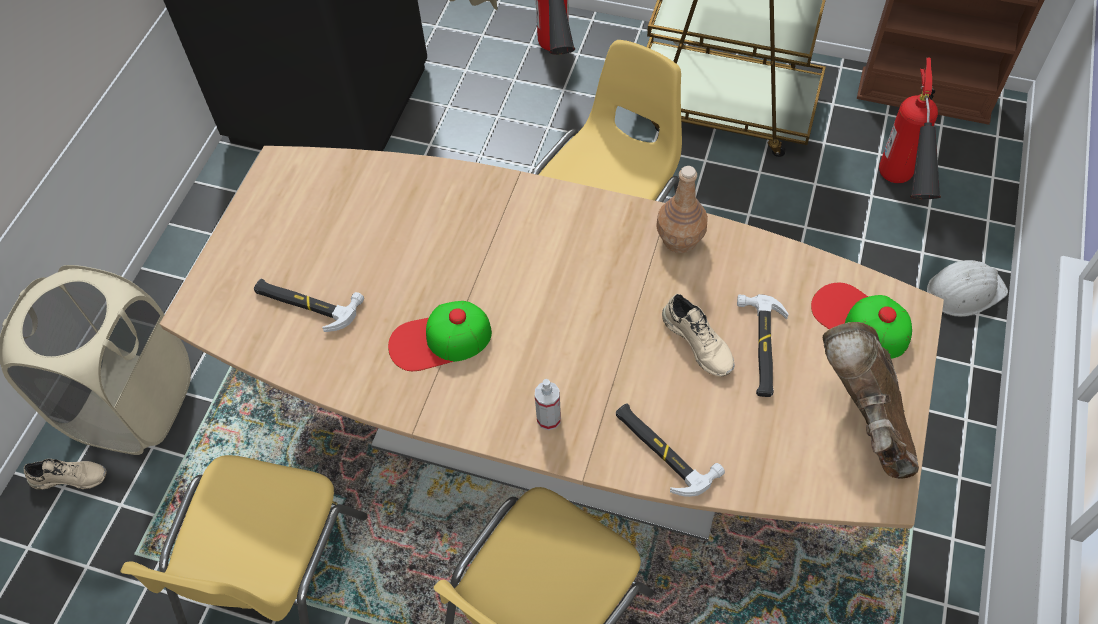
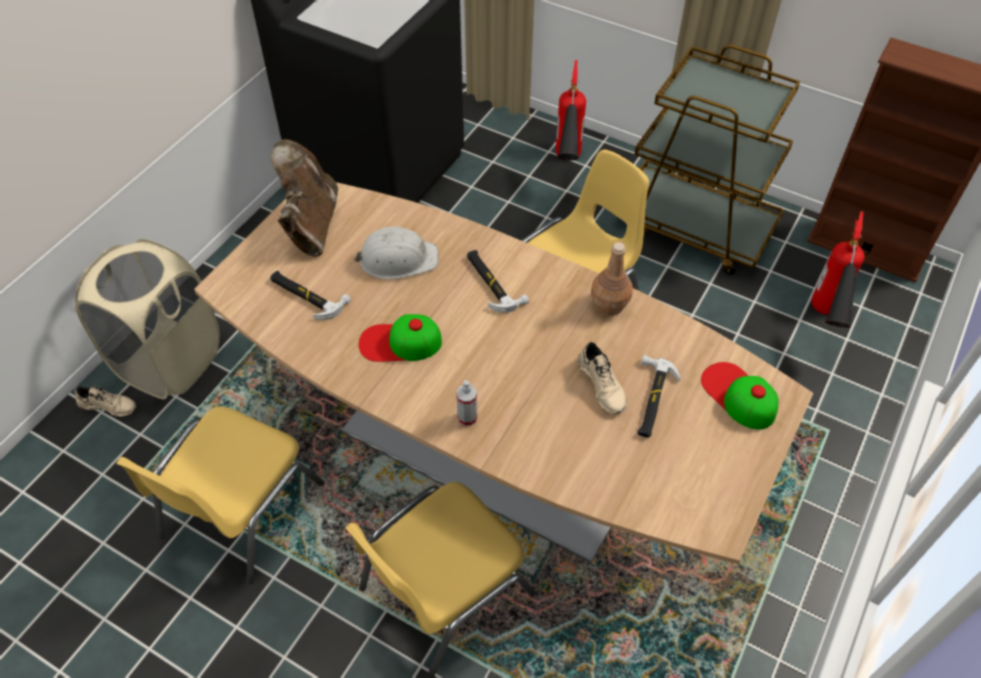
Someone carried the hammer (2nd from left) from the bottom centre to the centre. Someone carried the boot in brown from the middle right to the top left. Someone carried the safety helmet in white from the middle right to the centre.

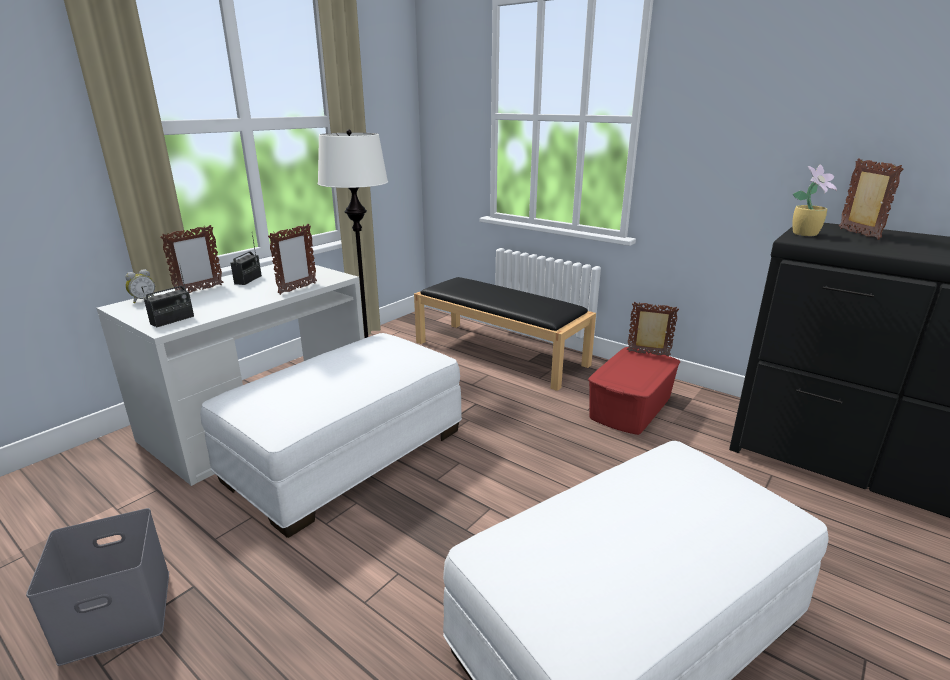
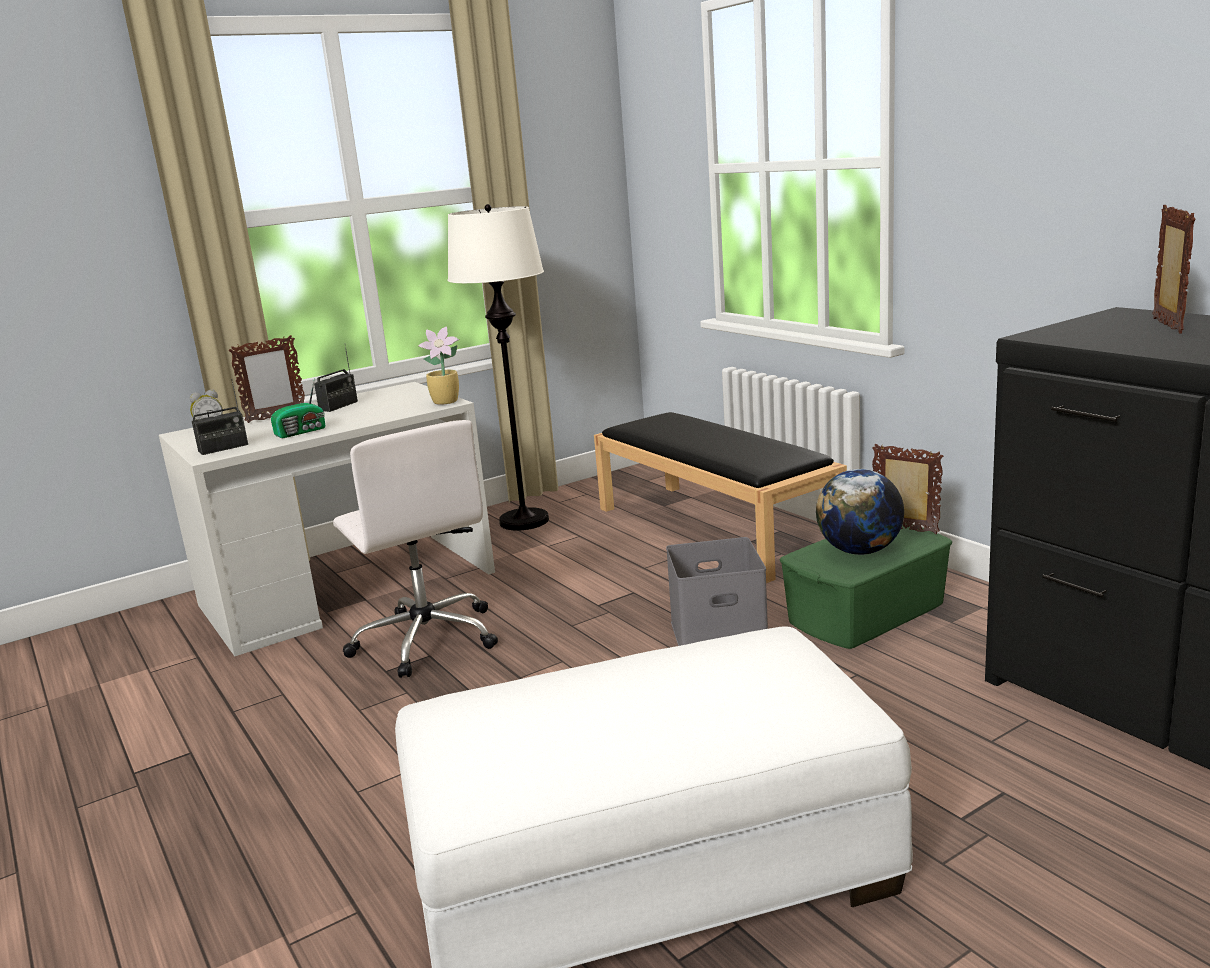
Someone carried the storage bin in greyish from the bottom left to the centre. Someone swapped the footrest in white (1st from left) at the centre for the desk chair in white at the centre. Someone took away the picture frame (2nd from left) at the middle left. Someone repainted the storage bin in red at the middle right, which became the storage bin in green at the middle right. Someone carried the plant in a pot from the top right to the centre. Someone put down the radio set (2nd from left) at the middle left. Someone put down the world globe at the middle right.

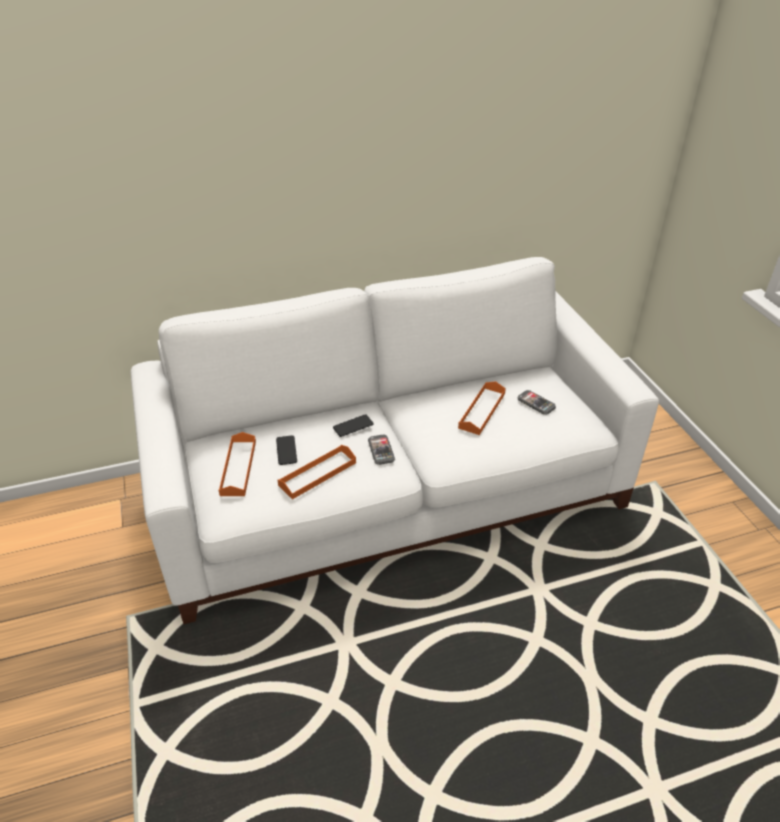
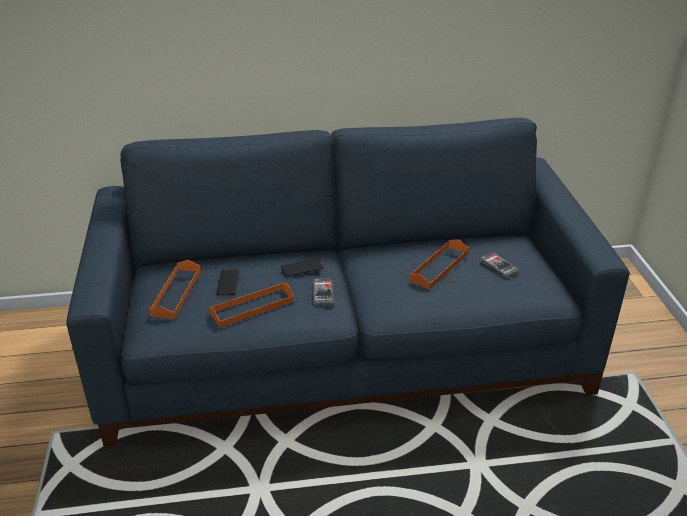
Someone repainted the settee in white at the centre, which became the settee in blue-coloured at the centre.

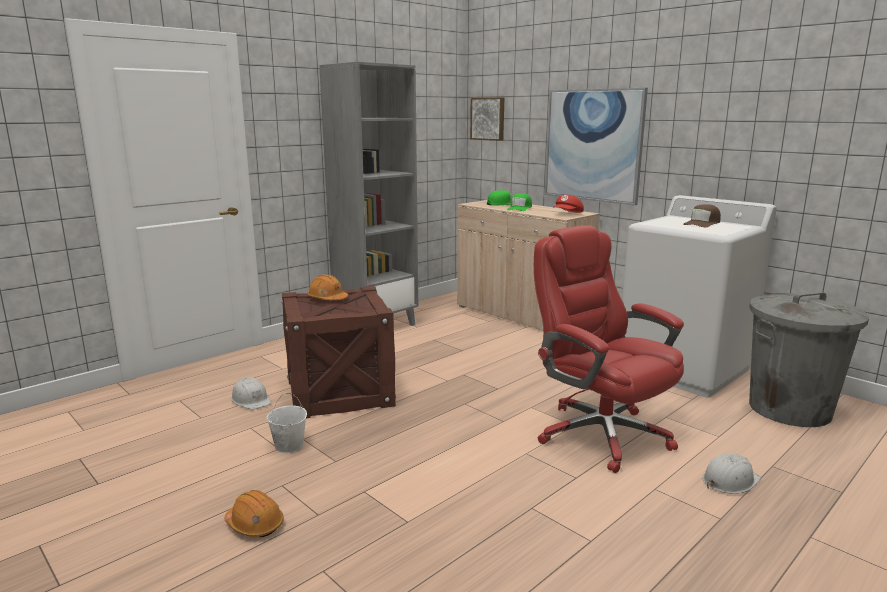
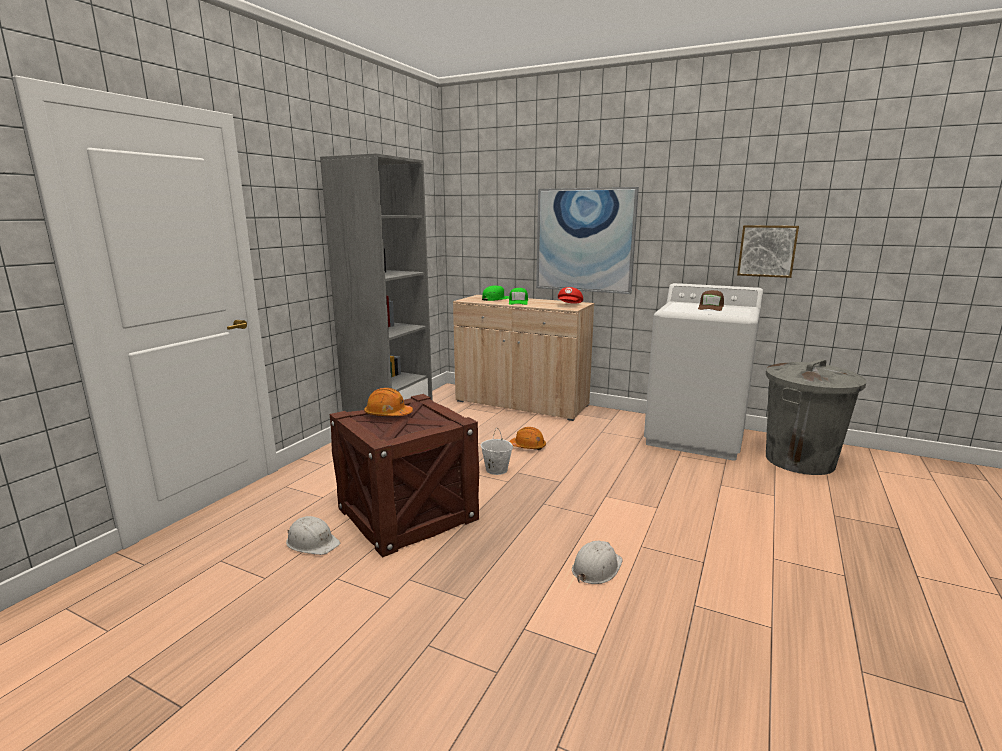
Someone carried the safety helmet in orange-coloured (1st from left in the first image) from the bottom left to the centre. Someone carried the water bucket in white from the bottom left to the centre. Someone carried the wall art (1st from left in the first image) from the top centre to the middle right. Someone took away the desk chair in red at the middle right. Someone carried the safety helmet in white (2nd from left) from the bottom right to the bottom centre.

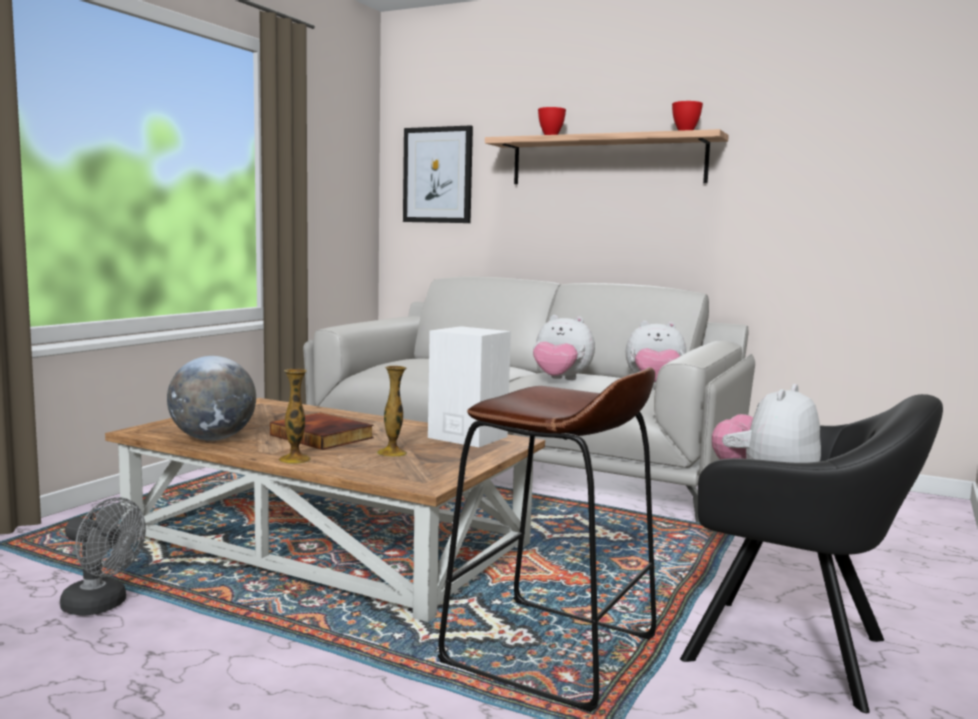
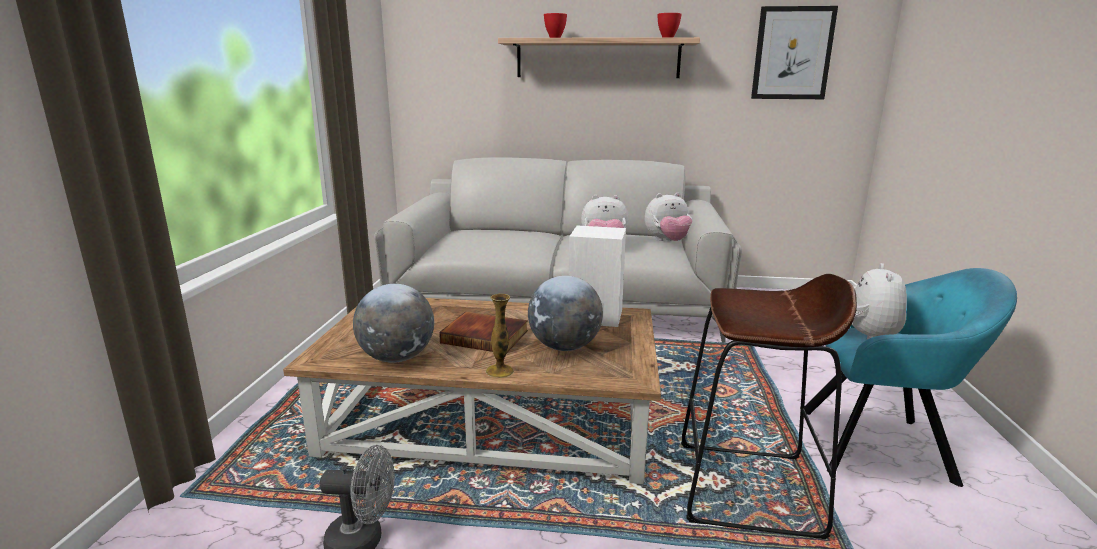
Someone swapped the flower vase (2nd from left) at the centre for the world globe (2nd from left) at the centre. Someone carried the wall art from the top centre to the top right. Someone repainted the easy chair in black-coloured at the bottom right, which became the easy chair in turquoise at the bottom right.

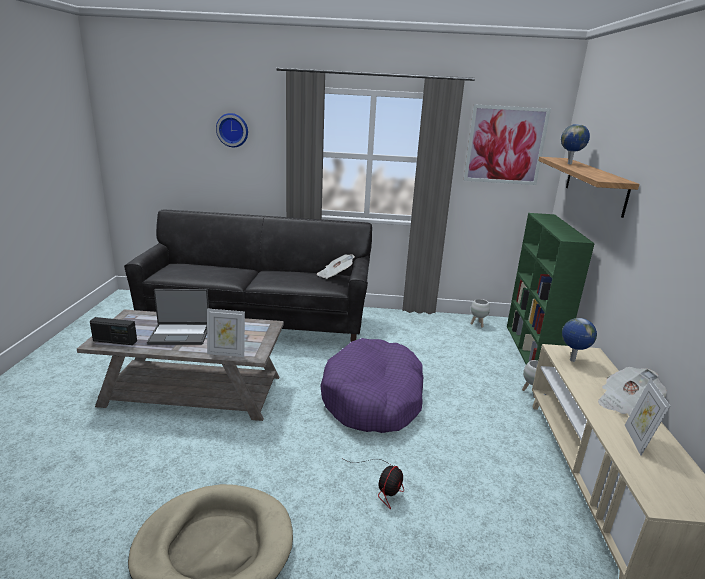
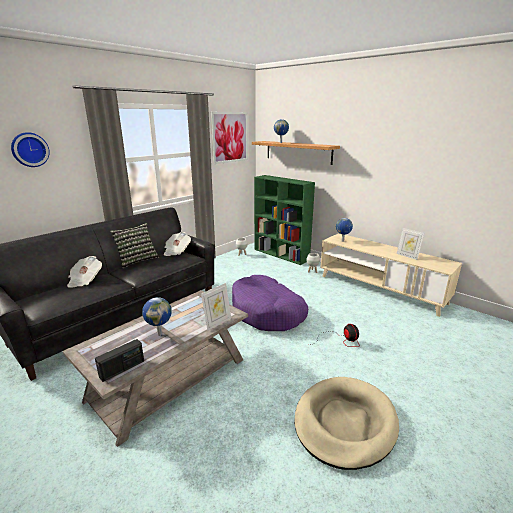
Someone swapped the portable computer at the middle left for the world globe (1st from left) at the middle left. Someone carried the printed paper (2nd from left in the first image) from the bottom right to the middle left. Someone put down the cushion at the middle left.

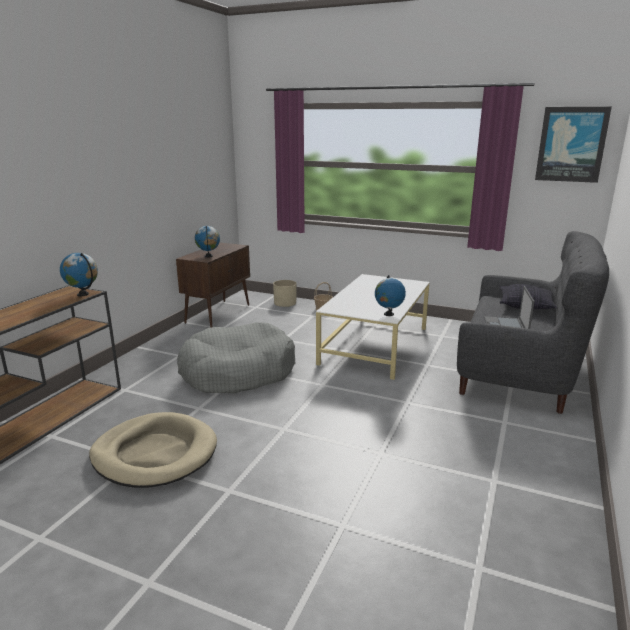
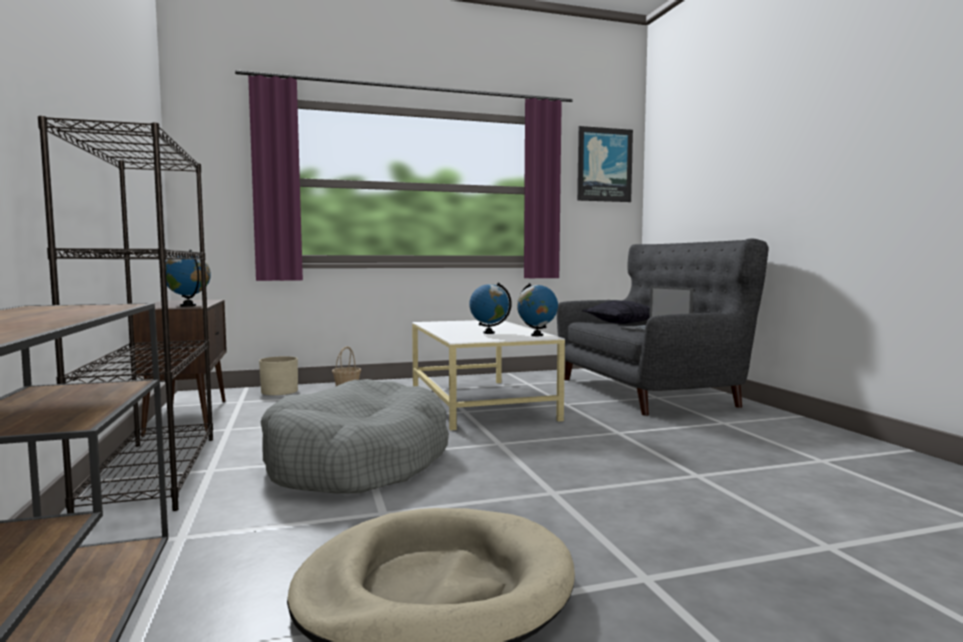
Someone carried the world globe (1st from left in the first image) from the middle left to the centre. Someone put down the shelving unit in black-coloured at the middle left.

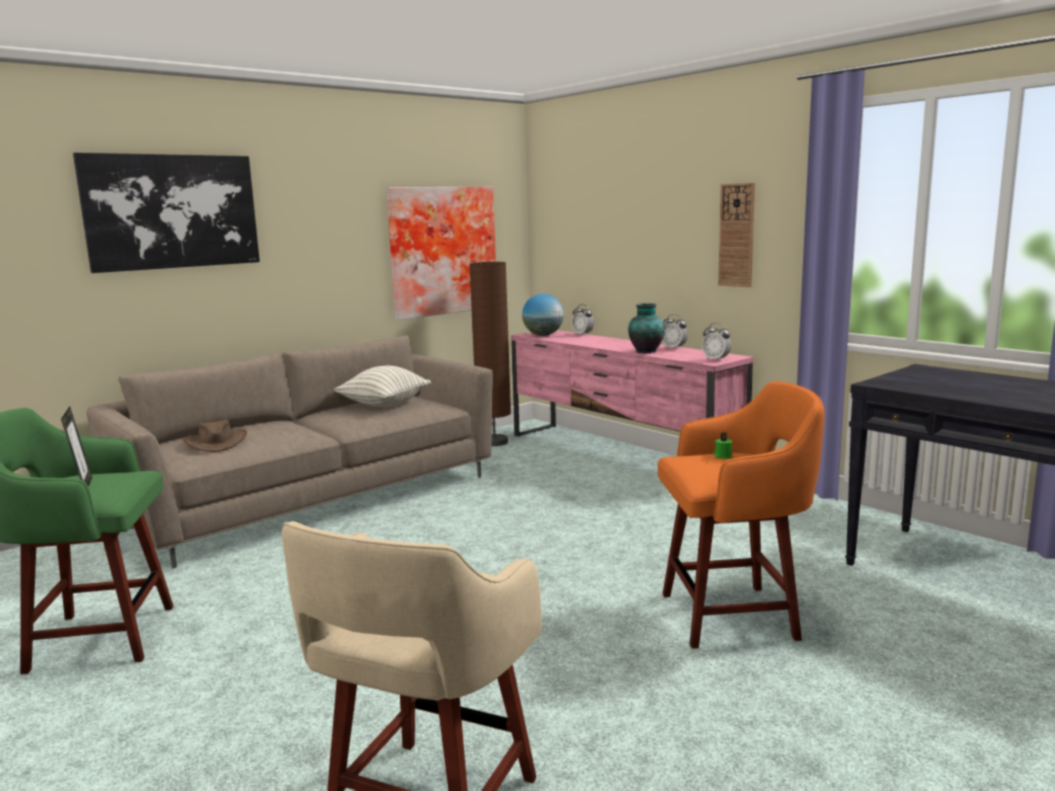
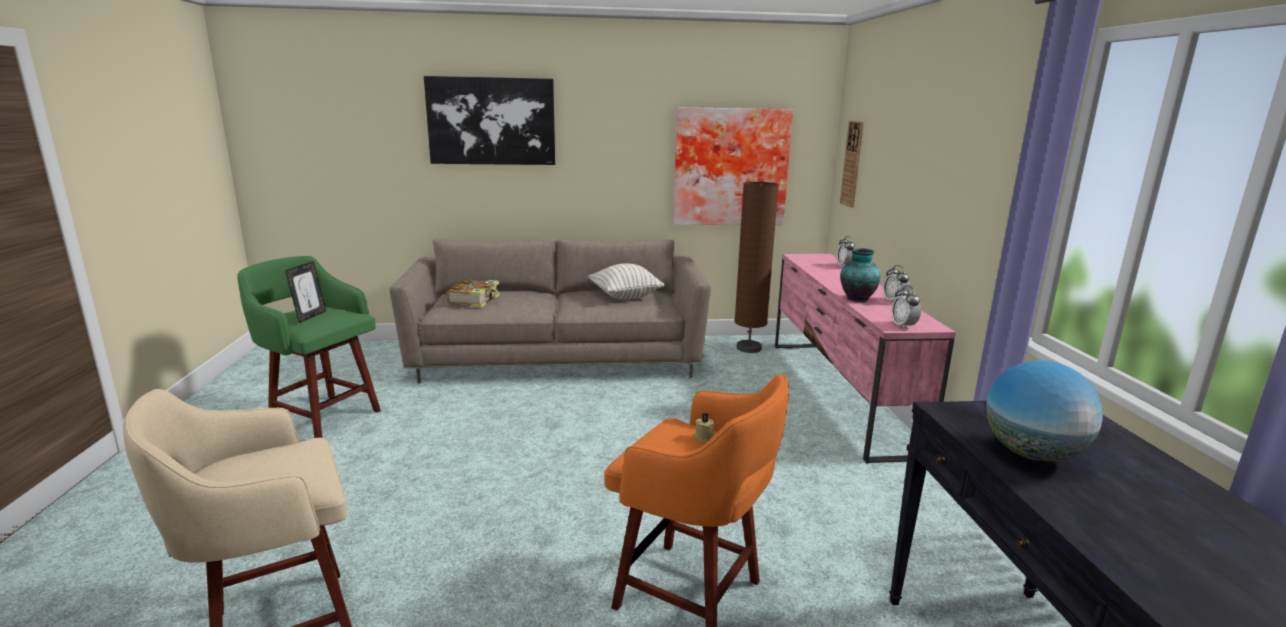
Someone swapped the clothing hat in brown at the middle left for the book at the centre. Someone carried the world globe from the centre to the middle right. Someone repainted the candle in green at the middle right, which became the candle in beige at the bottom centre. Someone carried the wall clock from the top right to the top centre.

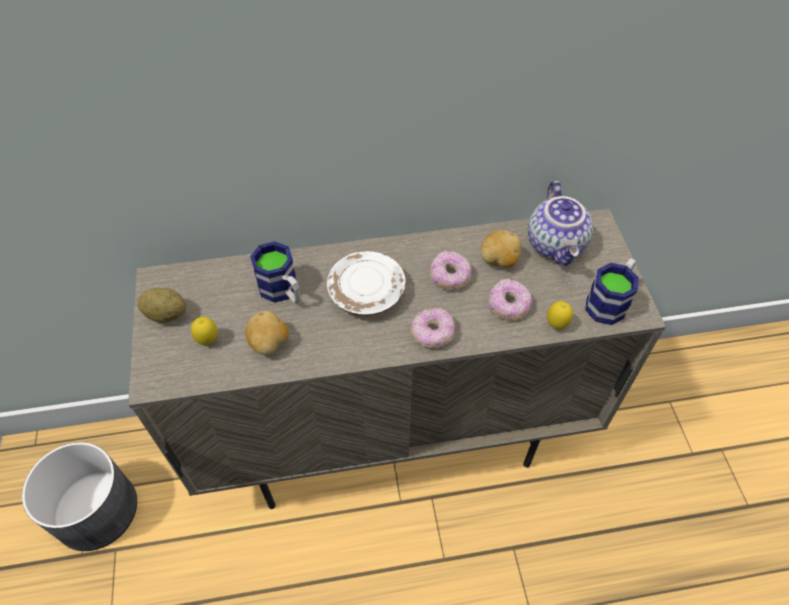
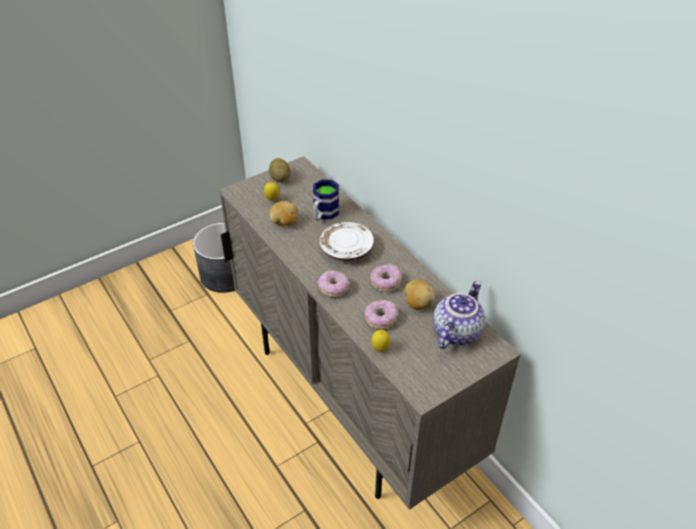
Someone rotated the pot for tea at the middle right by 150 degrees clockwise. Someone took away the mug (2nd from left) at the middle right.

